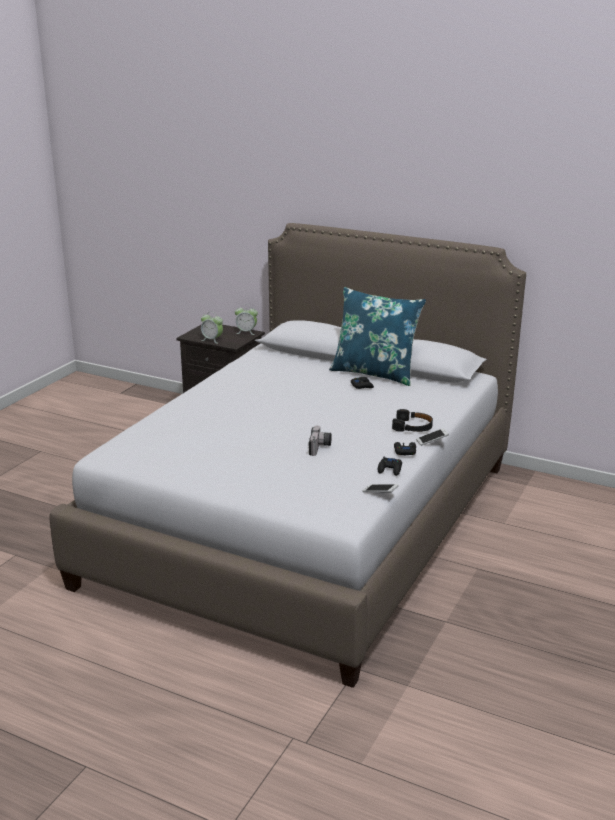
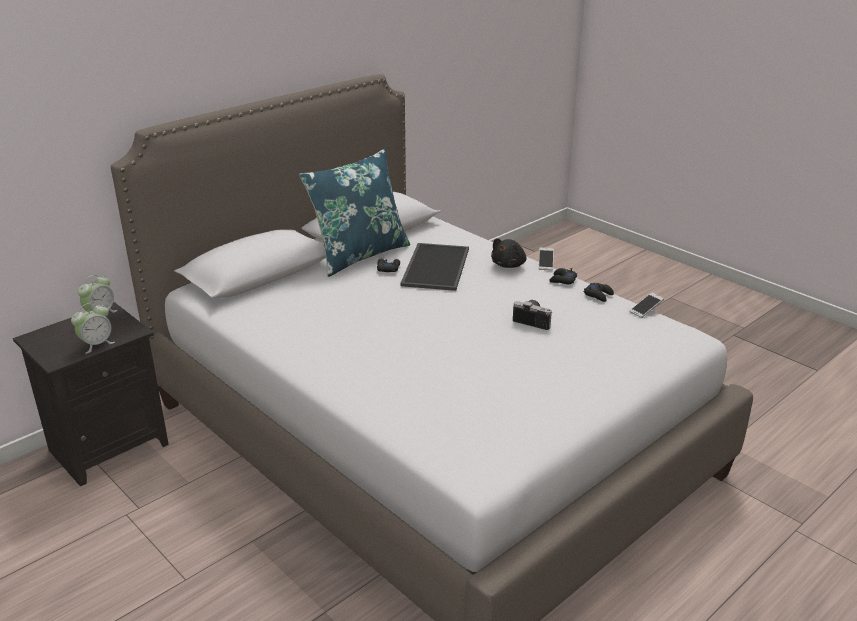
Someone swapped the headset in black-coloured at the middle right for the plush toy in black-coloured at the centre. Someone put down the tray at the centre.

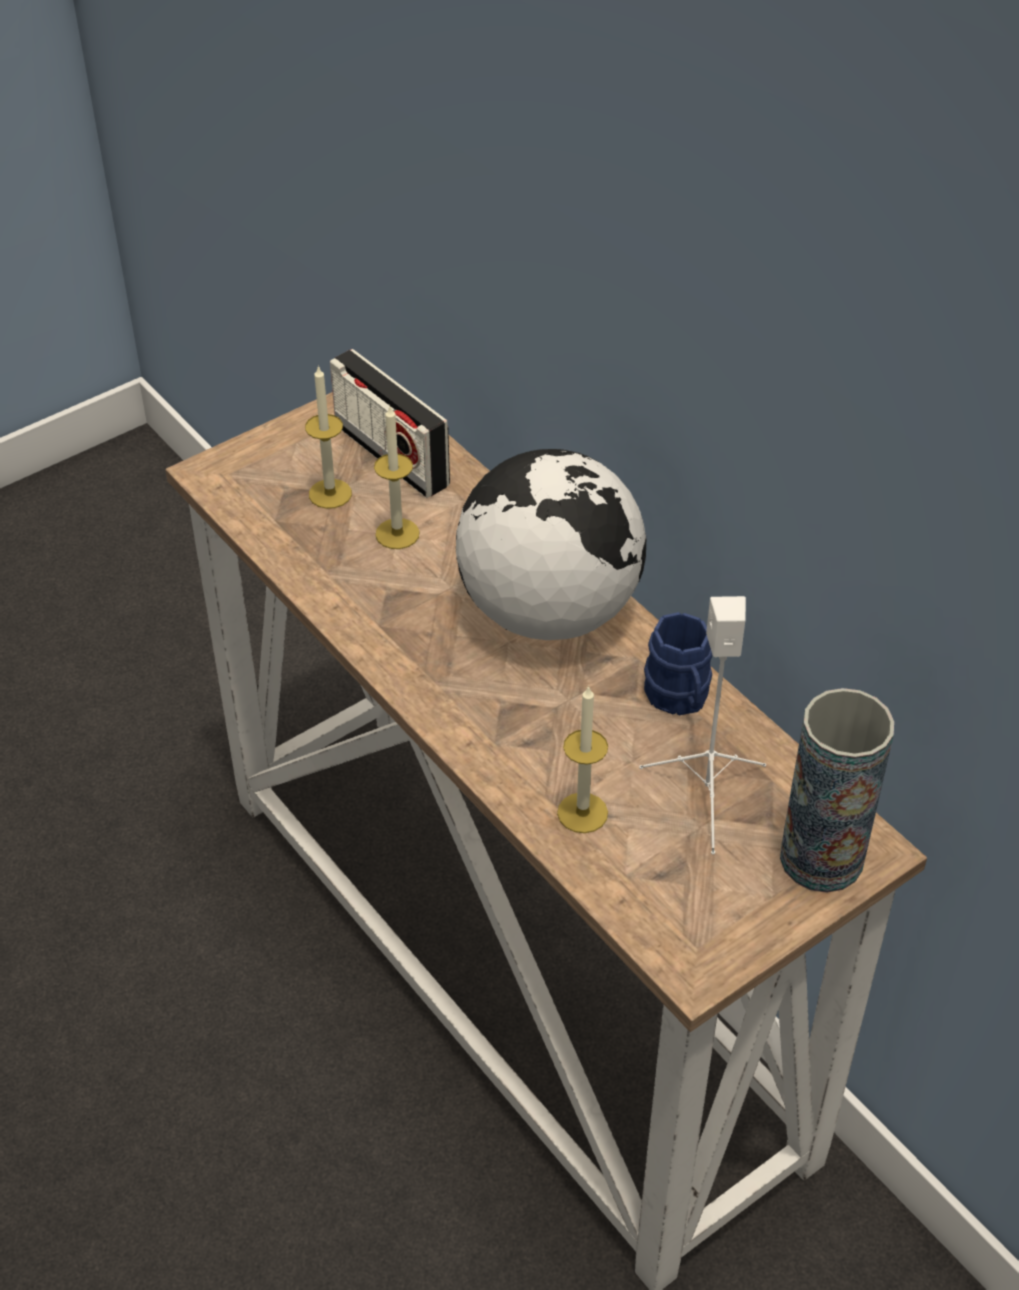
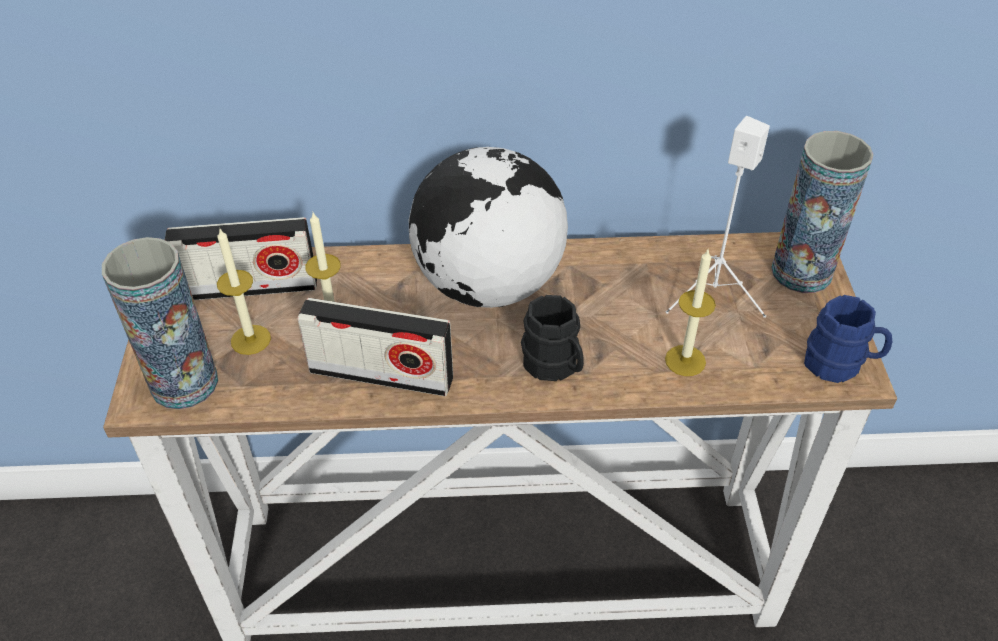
Someone carried the mug in blue-coloured from the centre to the middle right. Someone put down the flower vase (1st from left) at the middle left. Someone put down the radio set (2nd from left) at the centre. Someone put down the mug in black-coloured at the centre.

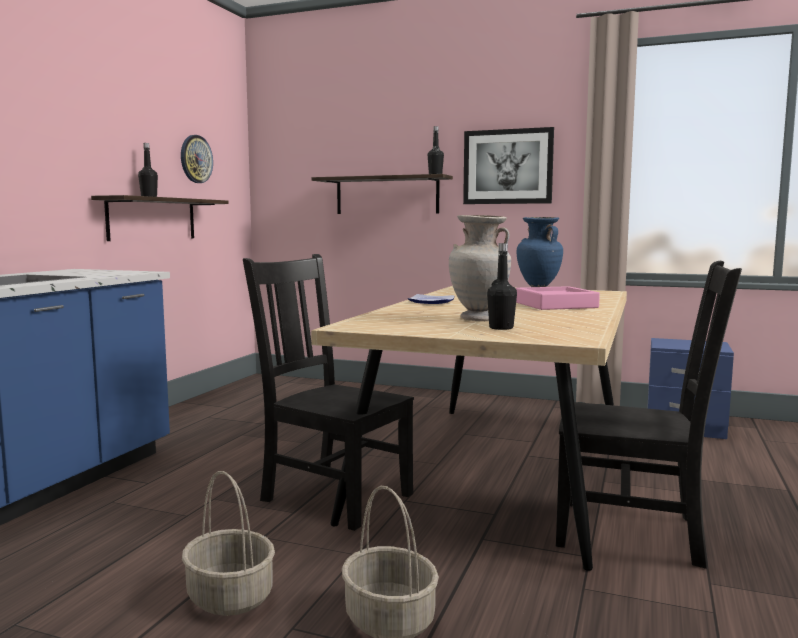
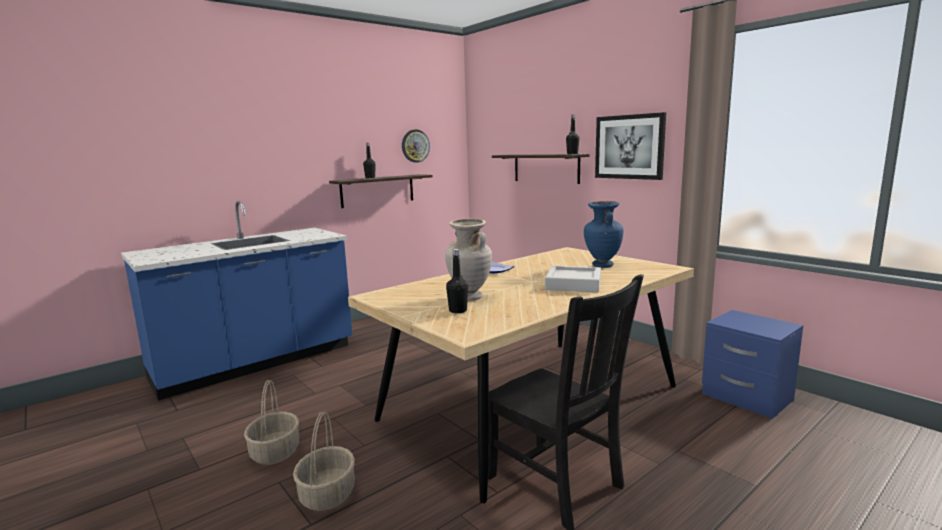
Someone took away the upright chair in black-coloured (1st from left) at the centre. Someone repainted the tray in pink-coloured at the middle right, which became the tray in greyish at the centre.

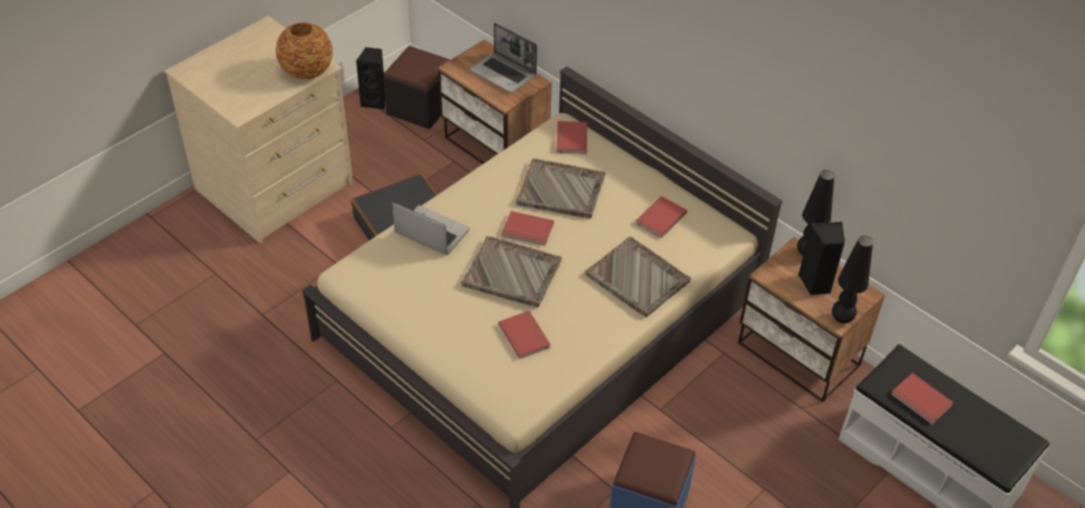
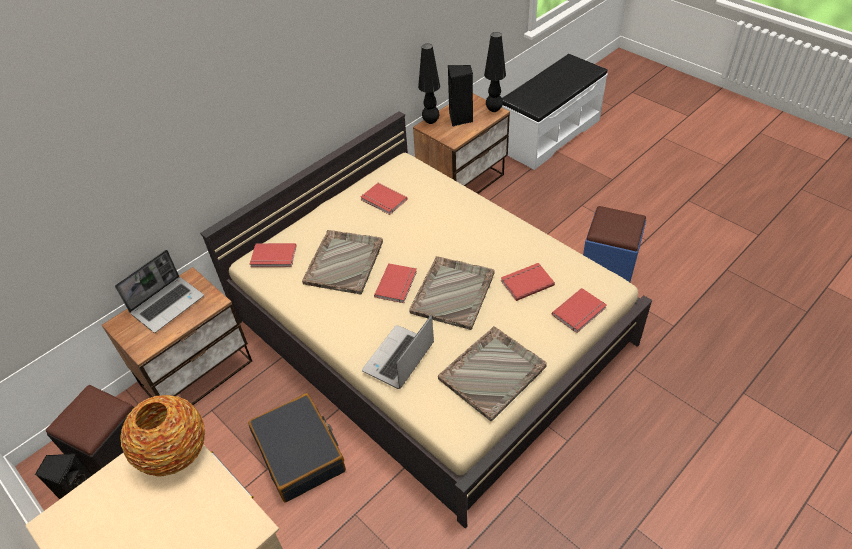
Someone carried the tray in greyish (3rd from left) from the centre to the bottom centre. Someone carried the book in red (5th from left) from the bottom right to the middle right.

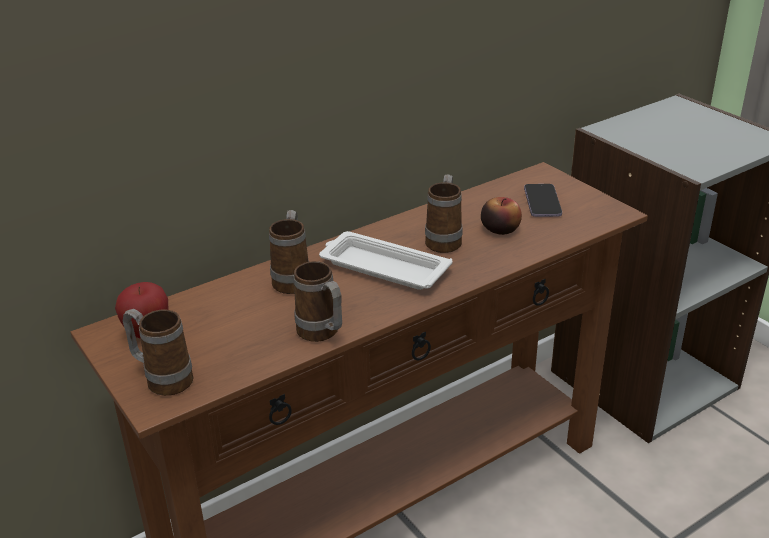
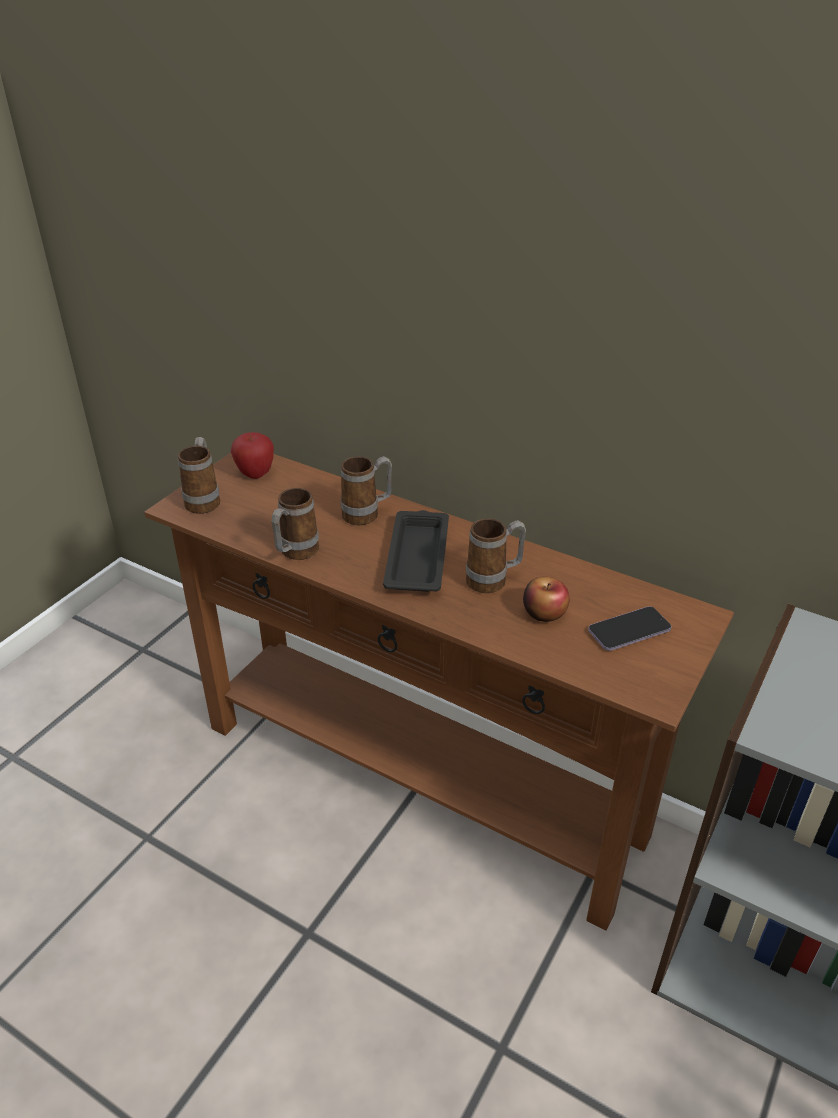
Someone repainted the tray in white at the centre, which became the tray in black-coloured at the centre.

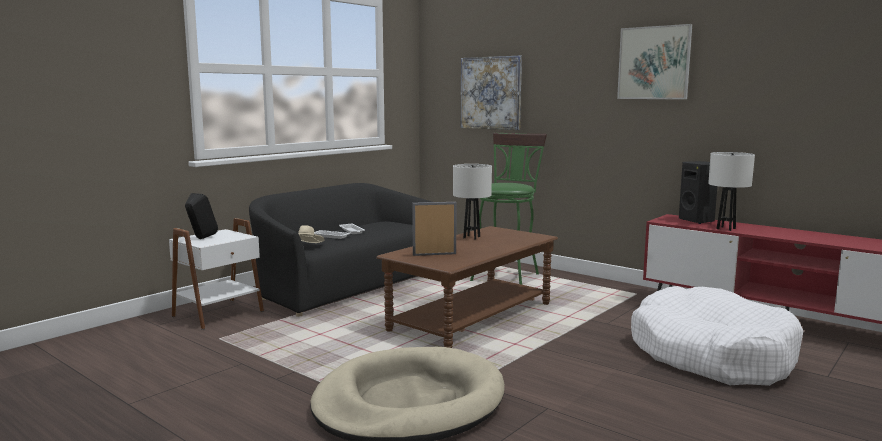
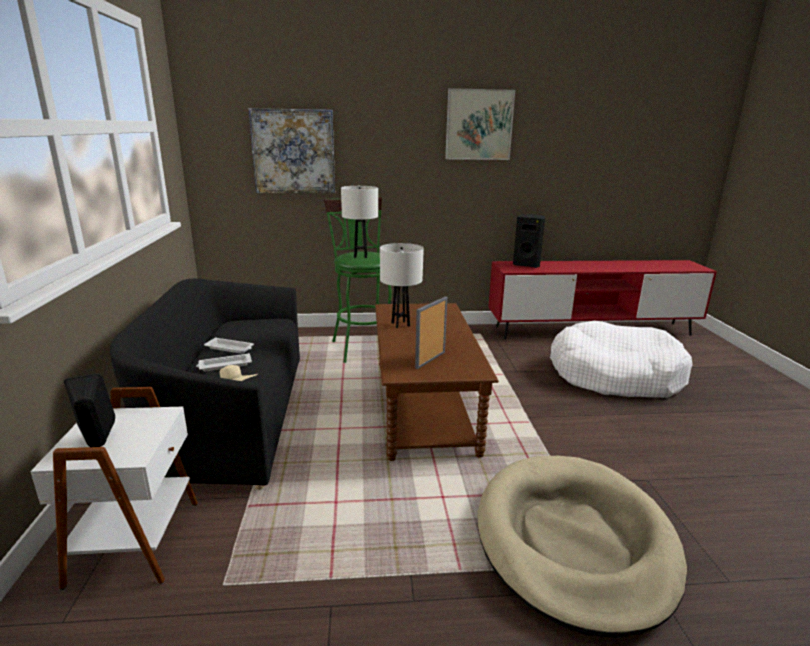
Someone carried the tabletop lamp in white (2nd from left in the first image) from the middle right to the centre.

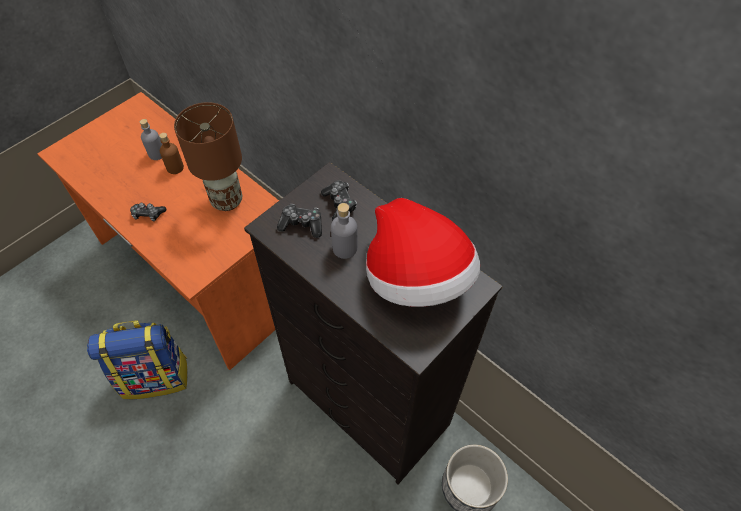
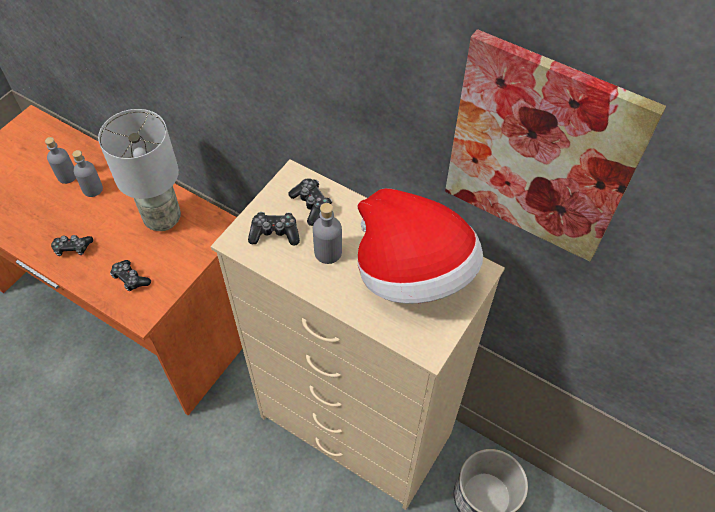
Someone took away the rucksack at the bottom left. Someone repainted the bottle in brown at the top left, which became the bottle in greyish (2nd from left) at the middle left. Someone repainted the tabletop lamp in brown at the top left, which became the tabletop lamp in greyish at the top left. Someone repainted the dresser in black-coloured at the centre, which became the dresser in beige at the centre. Someone put down the gamepad (2nd from left) at the middle left. Someone put up the wall art at the top right.

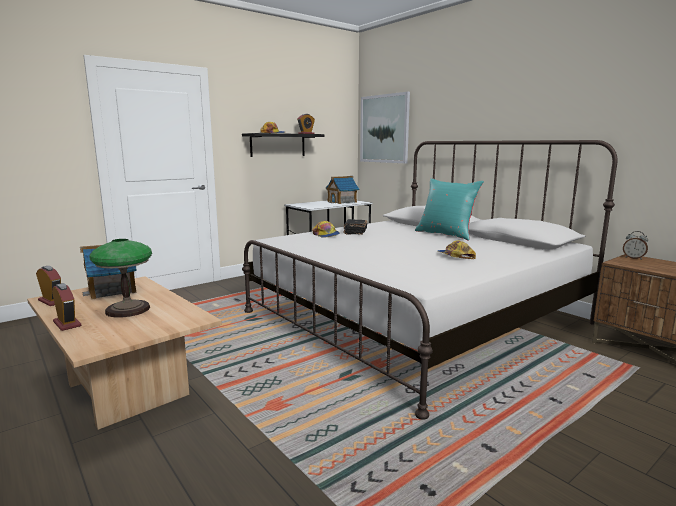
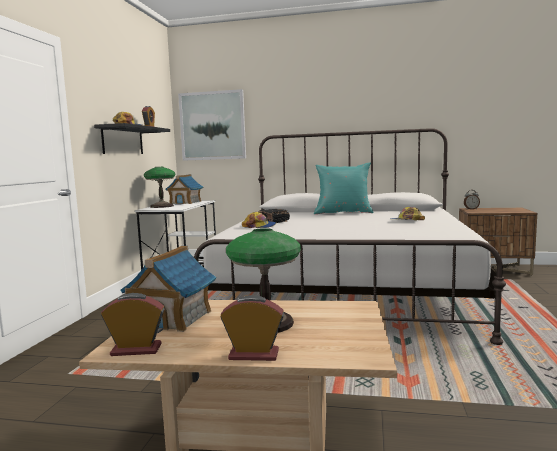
Someone put down the tabletop lamp (1st from left) at the middle left.

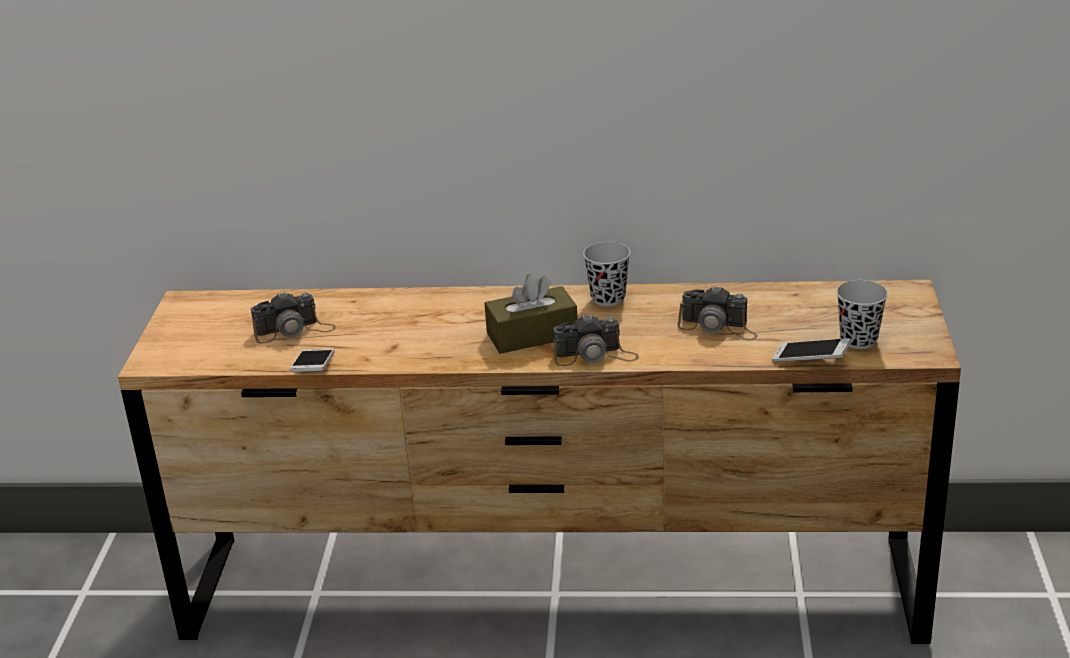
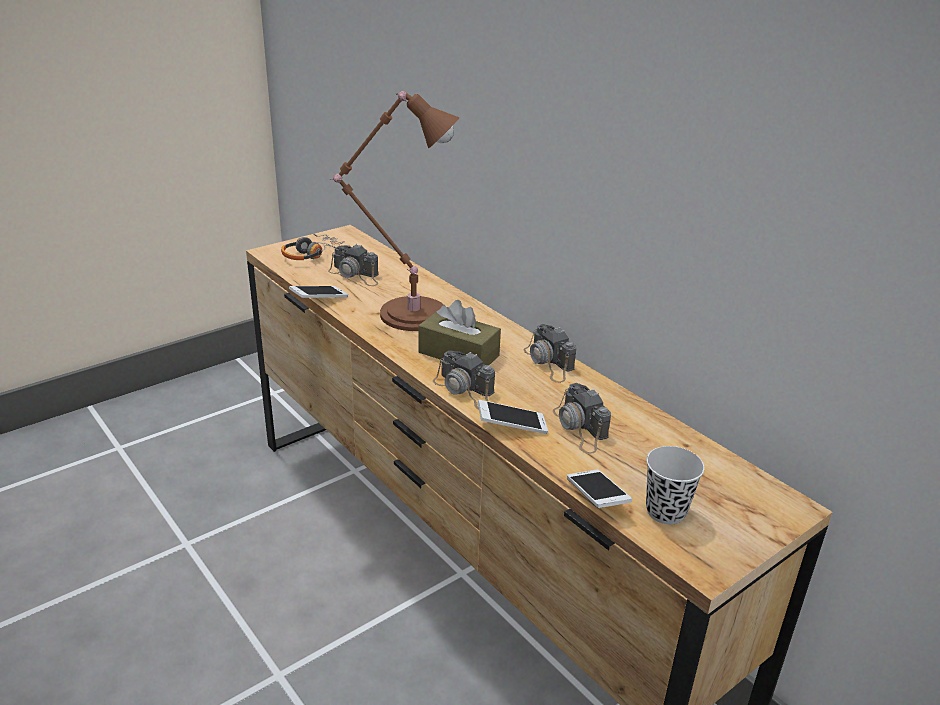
Someone swapped the drinking cup in black-coloured (1st from left) at the centre for the still camera (3rd from left) at the centre. Someone put down the headset at the centre. Someone put down the tabletop lamp in brown at the top centre. Someone put down the telephone (2nd from left) at the centre.

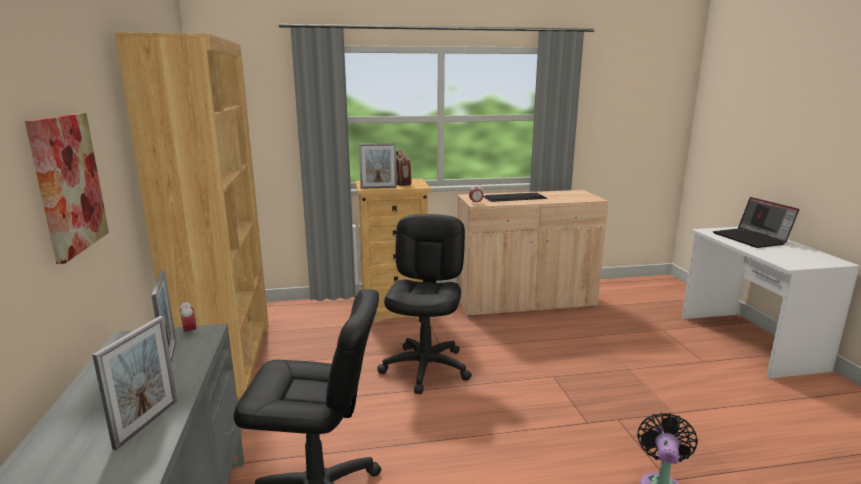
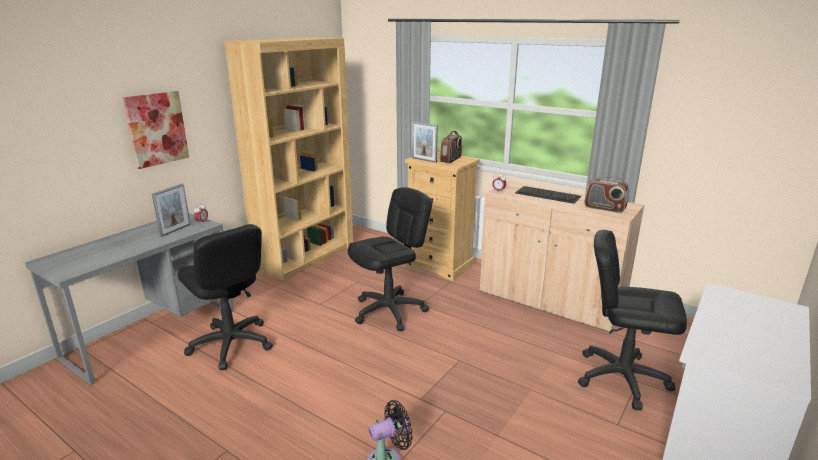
Someone took away the picture frame (1st from left) at the bottom left. Someone took away the portable computer at the middle right. Someone put down the desk chair in black-coloured (3rd from left) at the bottom right. Someone put down the radio set (2nd from left) at the middle right.

